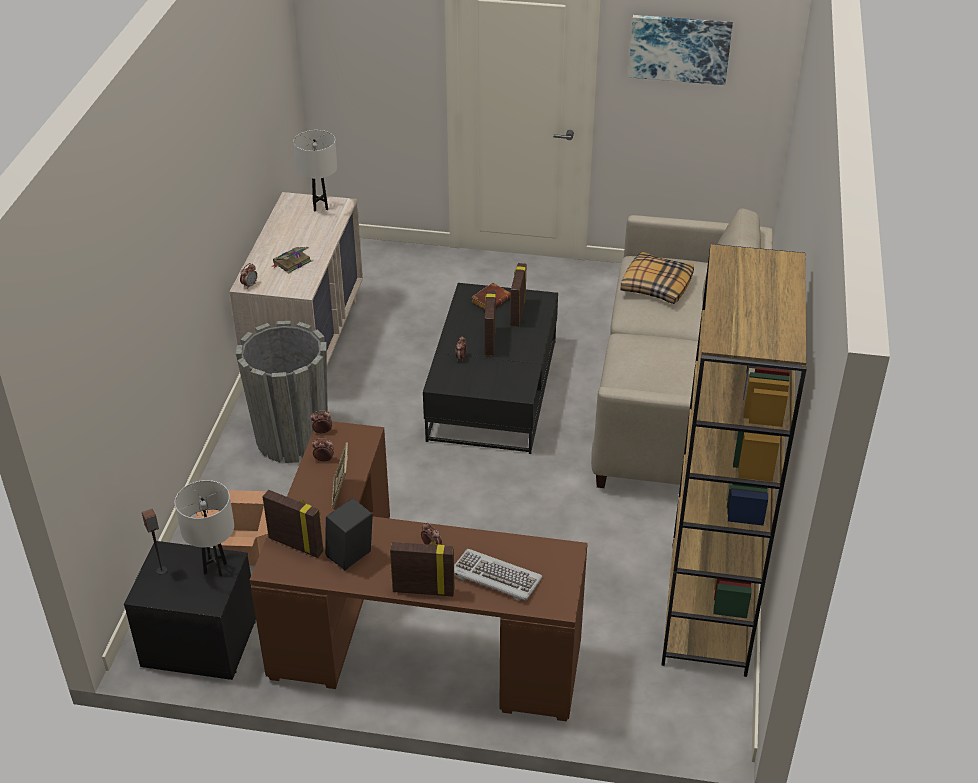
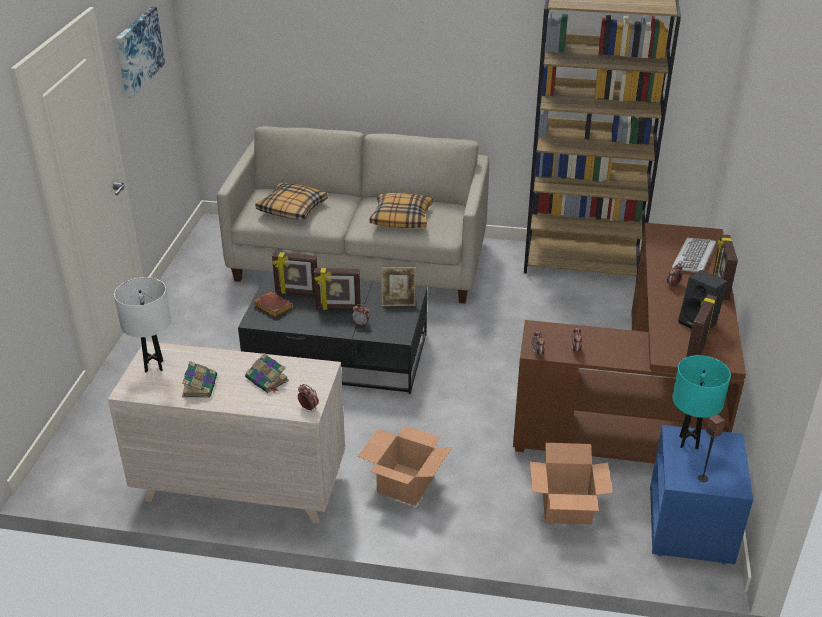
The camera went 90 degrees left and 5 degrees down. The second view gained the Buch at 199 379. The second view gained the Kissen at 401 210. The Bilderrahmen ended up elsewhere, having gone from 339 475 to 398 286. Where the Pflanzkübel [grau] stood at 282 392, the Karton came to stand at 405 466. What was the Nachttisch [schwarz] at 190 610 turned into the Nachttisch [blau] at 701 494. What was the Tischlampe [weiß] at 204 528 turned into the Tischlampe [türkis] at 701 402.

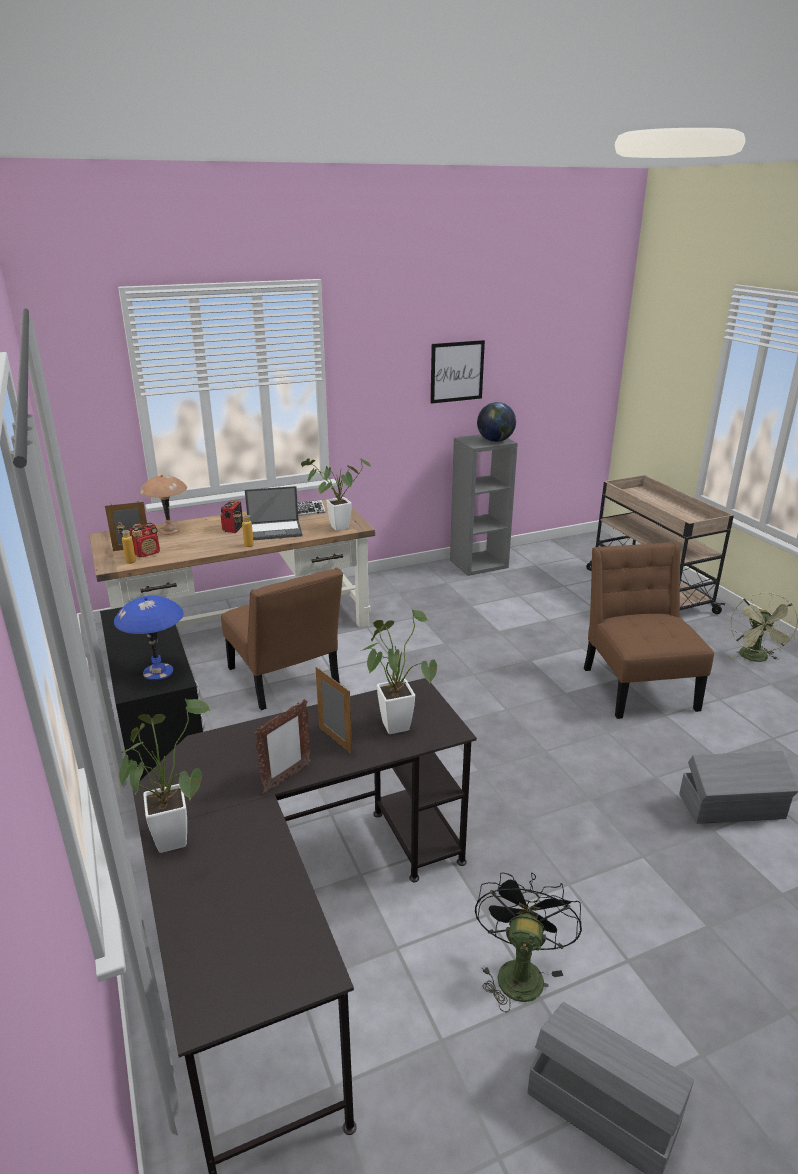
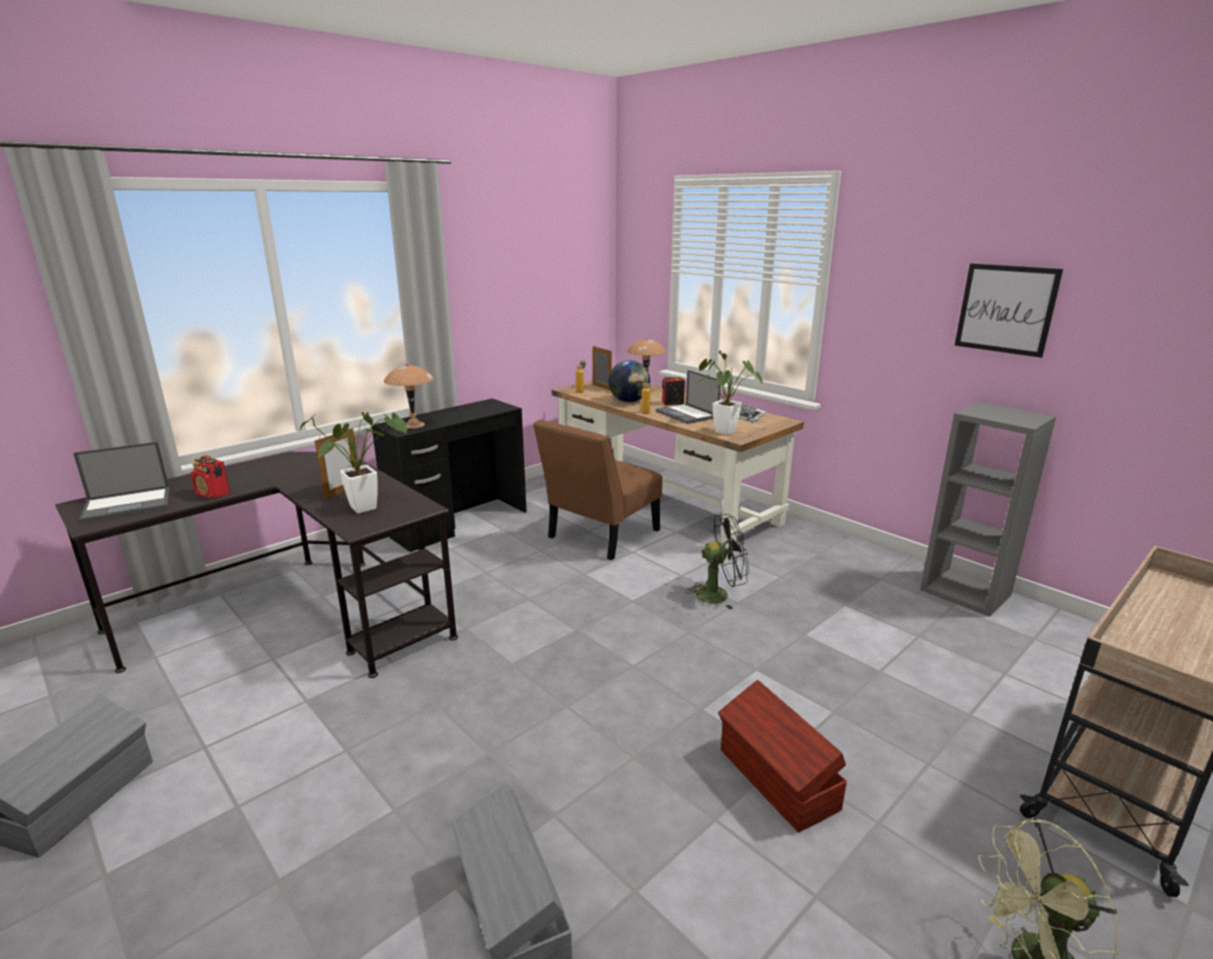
The camera went 70 degrees right and 5 degrees down. The second view lost the Topfpflanze at 165 775. The second view lost the Bilderrahmen at 282 746. The second view gained the Laptop at 121 482. The Radio ended up elsewhere, having gone from 145 540 to 210 476. The Ventilator [schwarz] ended up elsewhere, having gone from 528 942 to 717 561. The Globus ended up elsewhere, having gone from 496 422 to 629 381. Where the Stuhl [braun] stood at 649 630, the Aufbewahrungsbox [braun] came to stand at 782 756. What was the Tischlampe [blau] at 149 637 turned into the Tischlampe [braun] at 408 396.

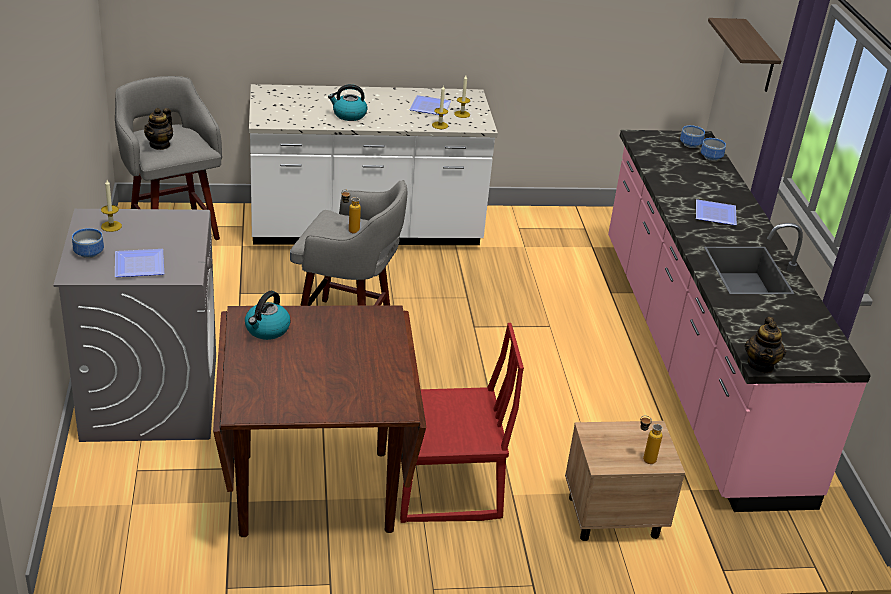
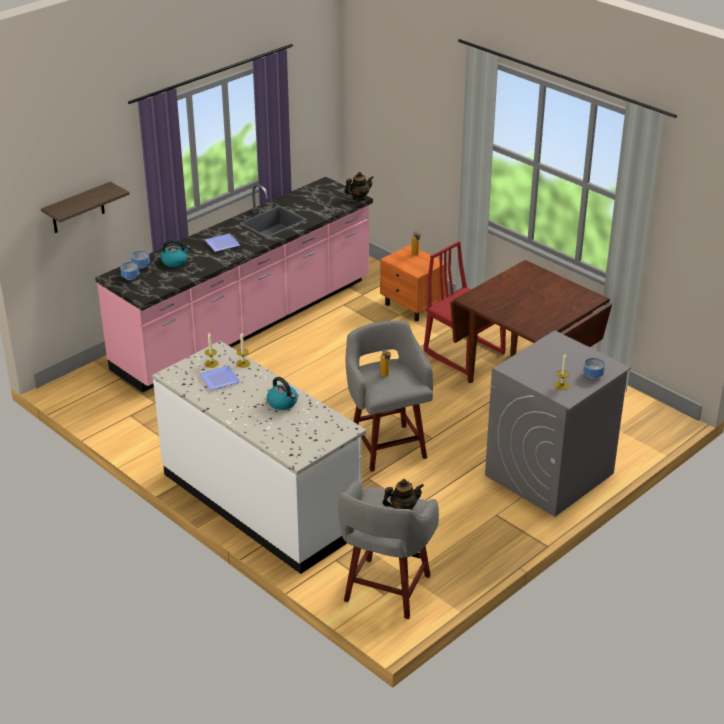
The camera went 125 degrees left and 0 degrees up. The second view lost the Teller at 139 263. The Wasserkessel ended up elsewhere, having gone from 268 315 to 176 253. What was the Nachttisch [beige] at 625 481 turned into the Nachttisch [orange] at 413 283.

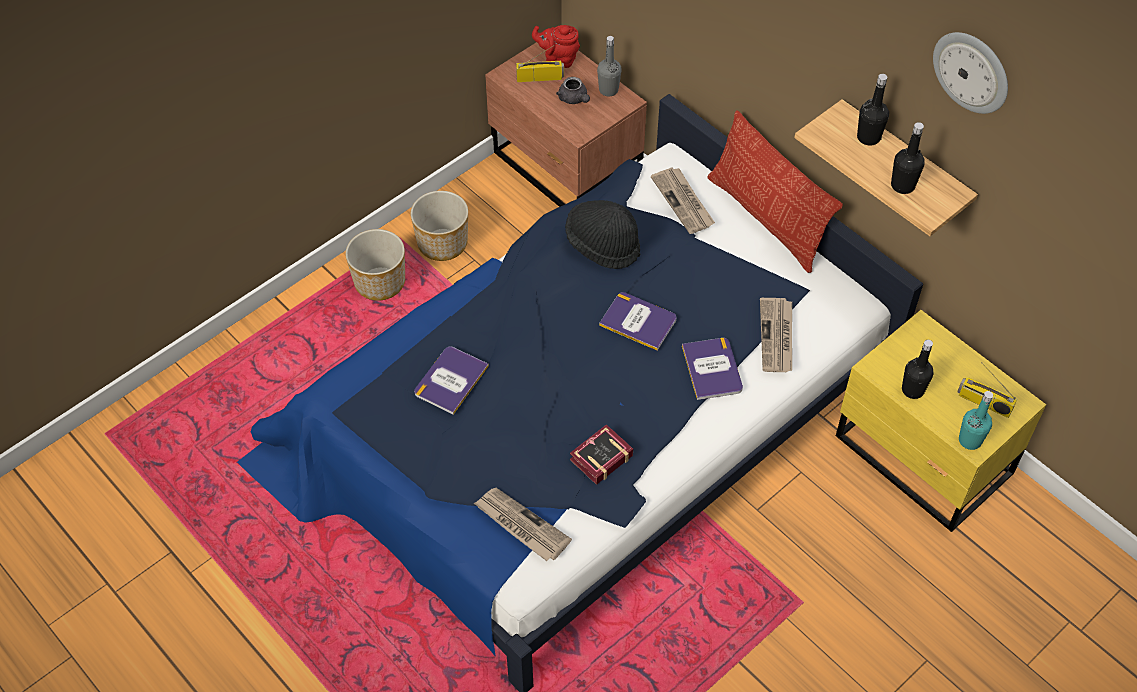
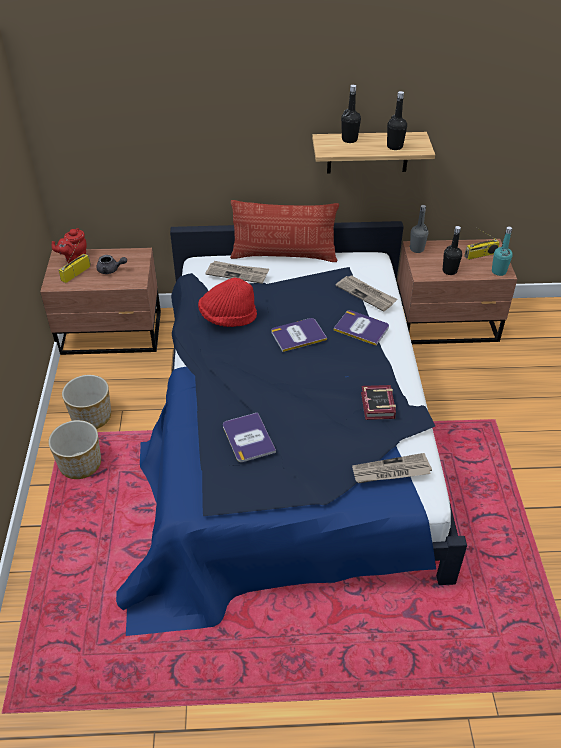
The camera went 50 degrees left and 10 degrees down. The second view lost the Wanduhr at 970 73. The Flasche [grau] ended up elsewhere, having gone from 609 66 to 419 229. What was the Hut [schwarz] at 602 234 turned into the Hut [rot] at 227 302. What was the Nachttisch [gelb] at 941 421 turned into the Nachttisch [braun] at 457 291.

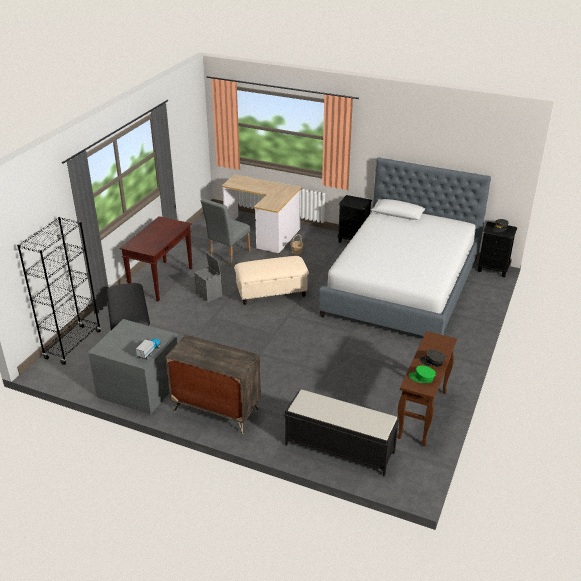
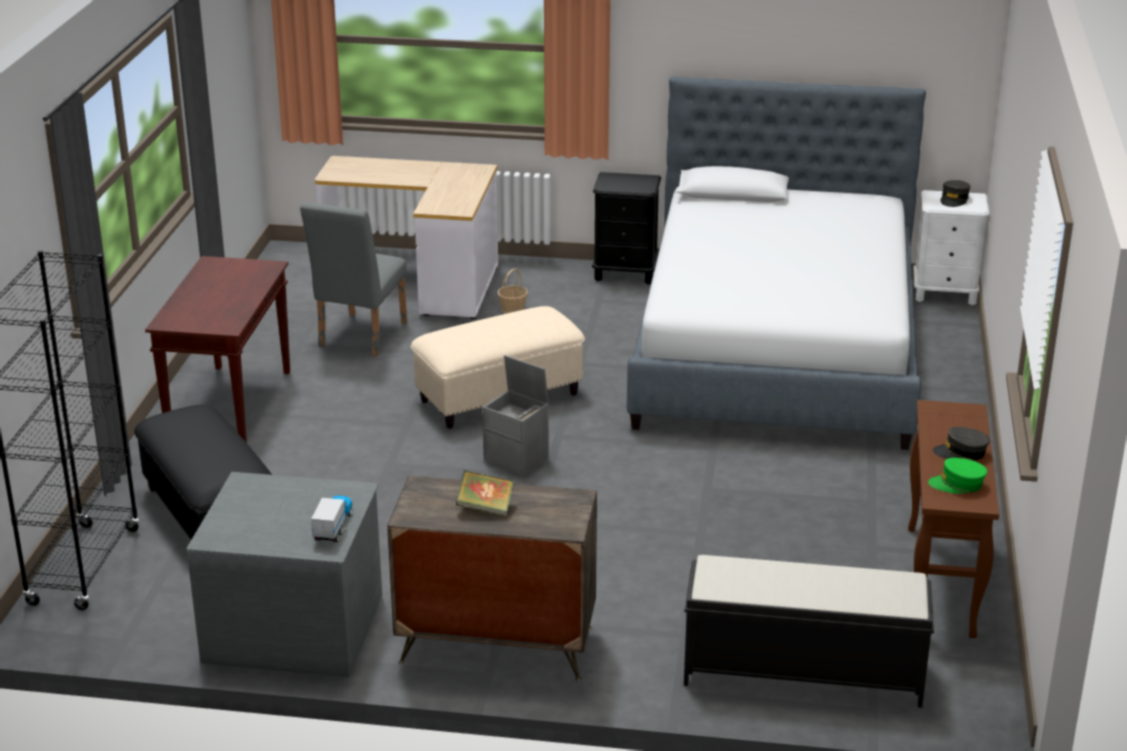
The camera went 15 degrees left and 5 degrees down. The second view gained the Buch at 485 493. The Aufbewahrungsbox [grau] ended up elsewhere, having gone from 208 278 to 515 415. What was the Nachttisch [schwarz] at 497 249 turned into the Nachttisch [weiß] at 952 247.

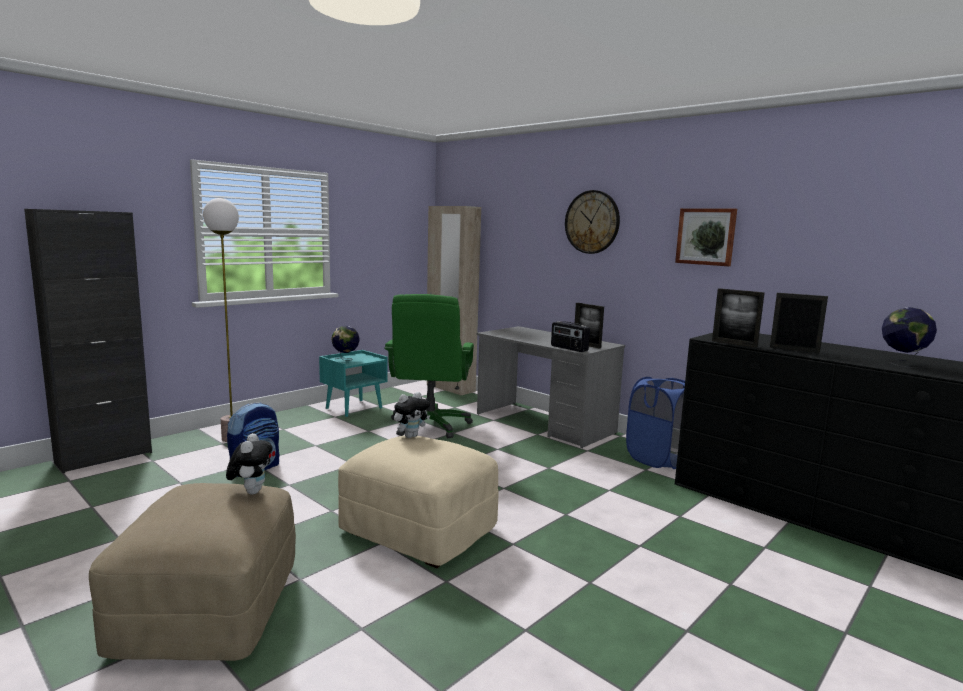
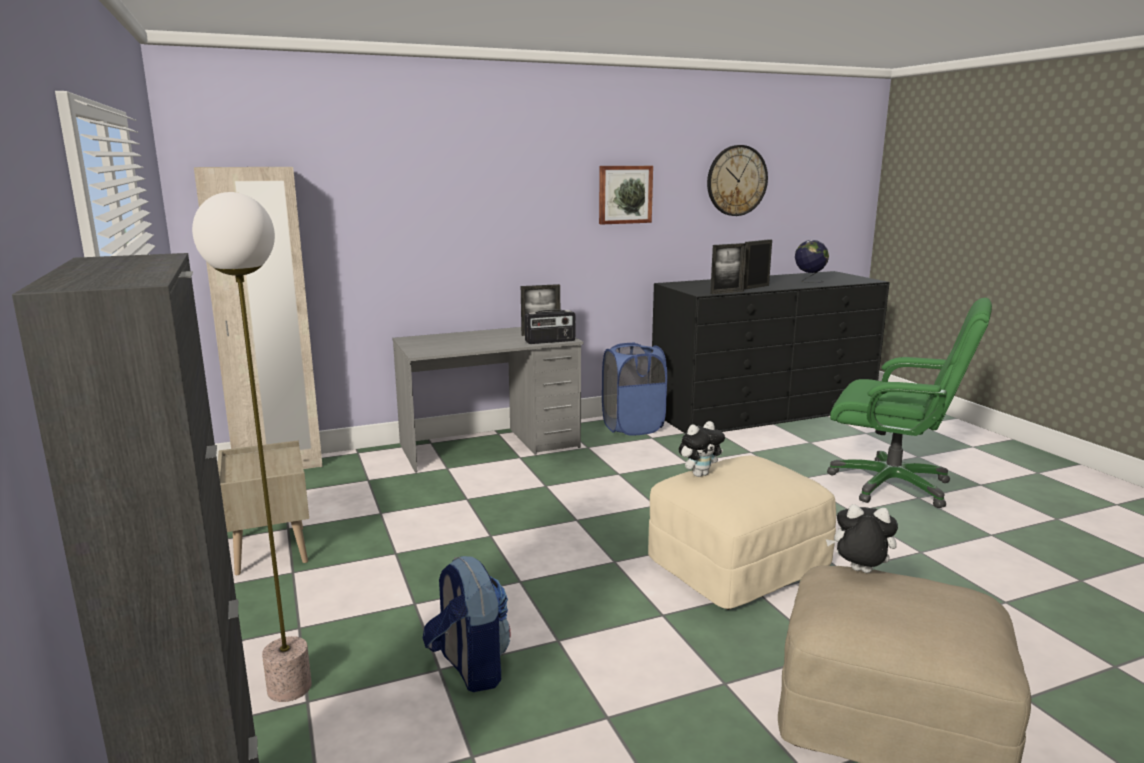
The camera went 65 degrees left and 5 degrees up. The second view lost the Globus at 345 343. The Bürostuhl [grün] ended up elsewhere, having gone from 429 366 to 909 403. The Wanduhr ended up elsewhere, having gone from 592 222 to 737 180. What was the Nachttisch [türkis] at 353 383 turned into the Nachttisch [beige] at 263 507. The Plüschtier at 411 415 ended up facing another way, 75 degrees clockwise from before.

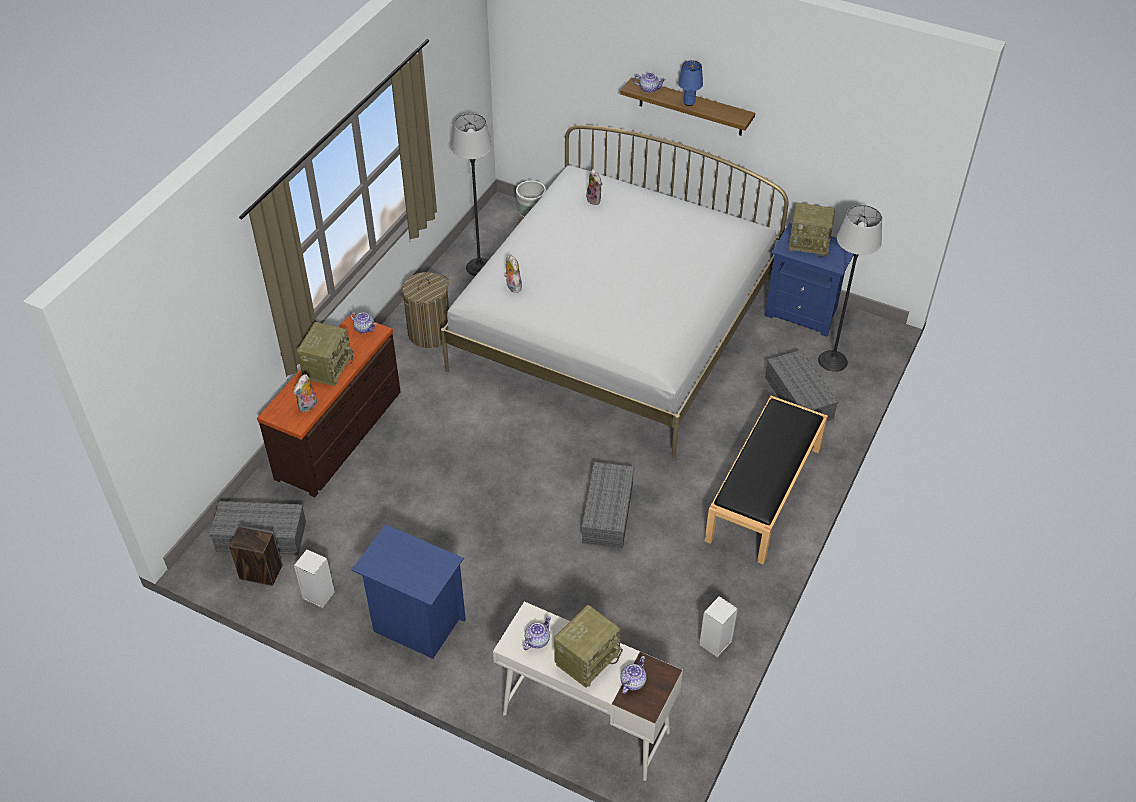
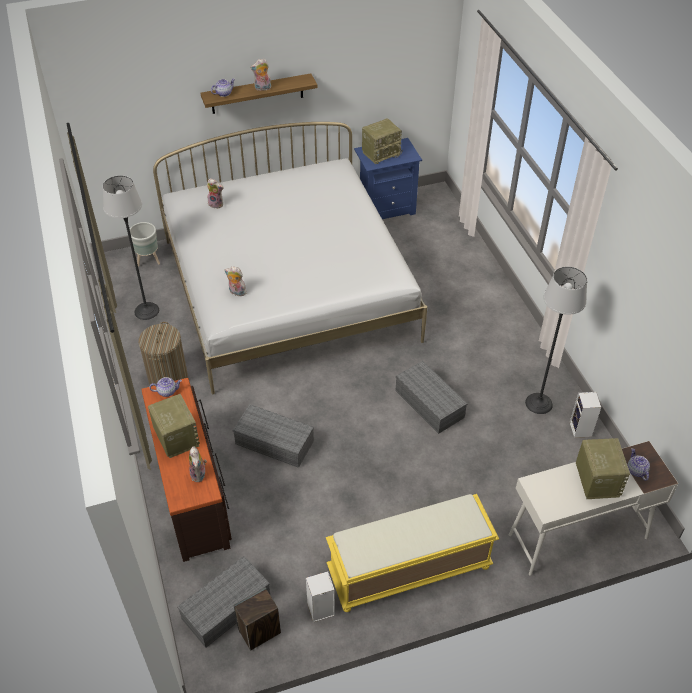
The camera went 45 degrees left and 0 degrees up. The second view lost the Teekanne at 537 633. The second view lost the Bank [schwarz] at 766 480. The Aufbewahrungsbox [grau] ended up elsewhere, having gone from 801 385 to 273 436. The Stehlampe ended up elsewhere, having gone from 850 288 to 556 340. Where the Nachttisch [blau] stood at 408 591, the Bank [gelb] came to stand at 412 553. Where the Tischlampe [blau] stood at 690 83, the Plüschtier came to stand at 260 74.

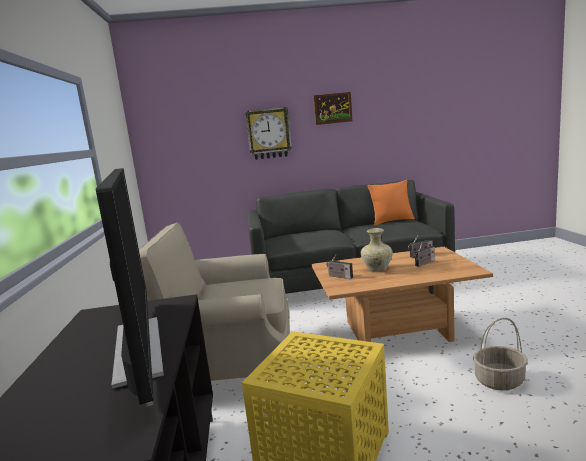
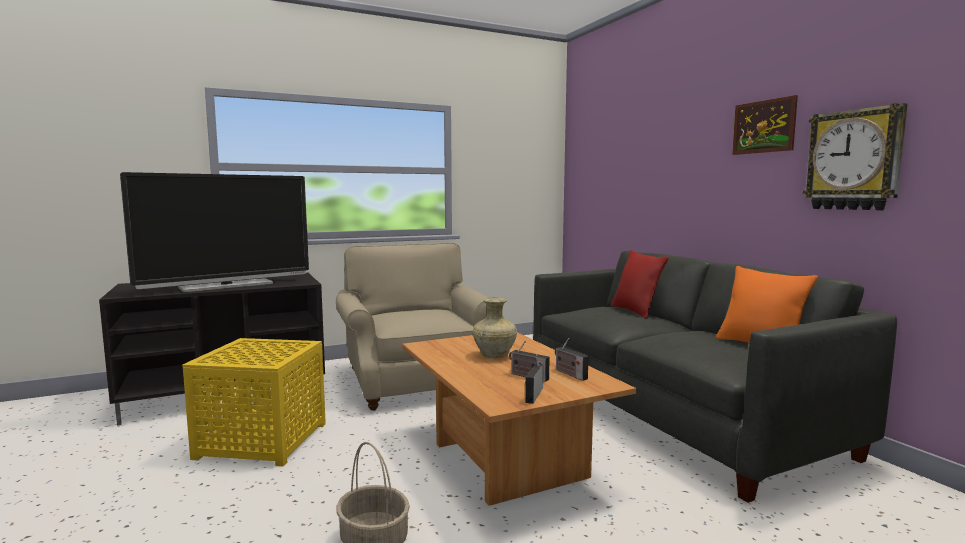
The camera went 70 degrees right and 5 degrees down. The second view gained the Kissen [rot] at 640 284. The Wanduhr ended up elsewhere, having gone from 268 133 to 855 156. The Radio ended up elsewhere, having gone from 339 266 to 534 379.

